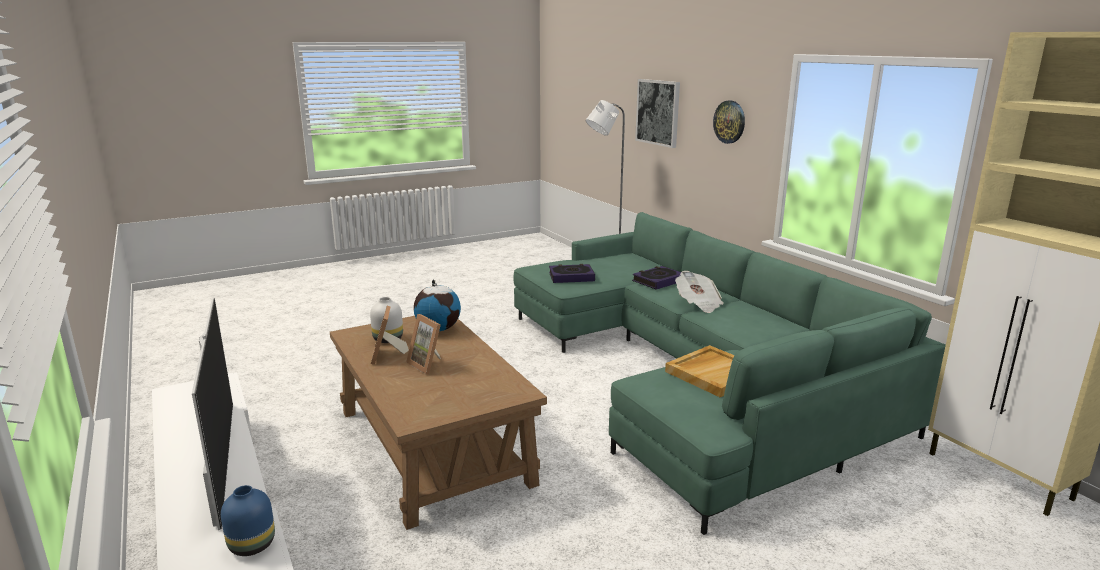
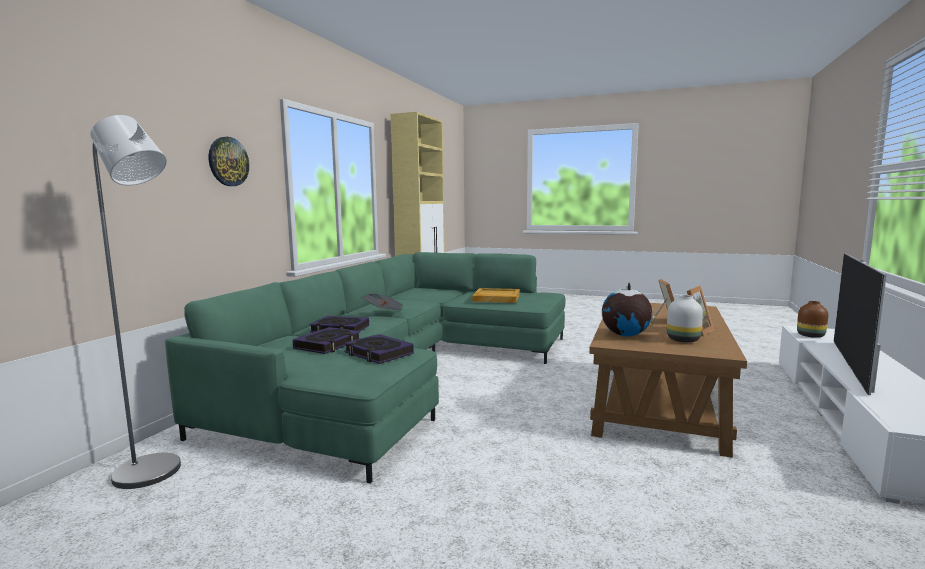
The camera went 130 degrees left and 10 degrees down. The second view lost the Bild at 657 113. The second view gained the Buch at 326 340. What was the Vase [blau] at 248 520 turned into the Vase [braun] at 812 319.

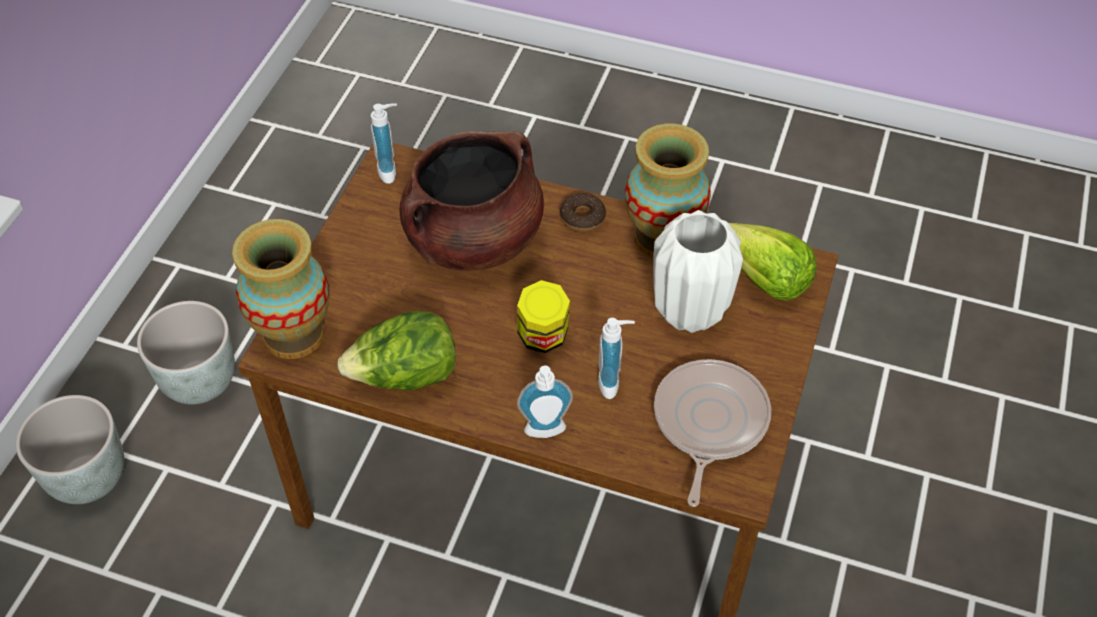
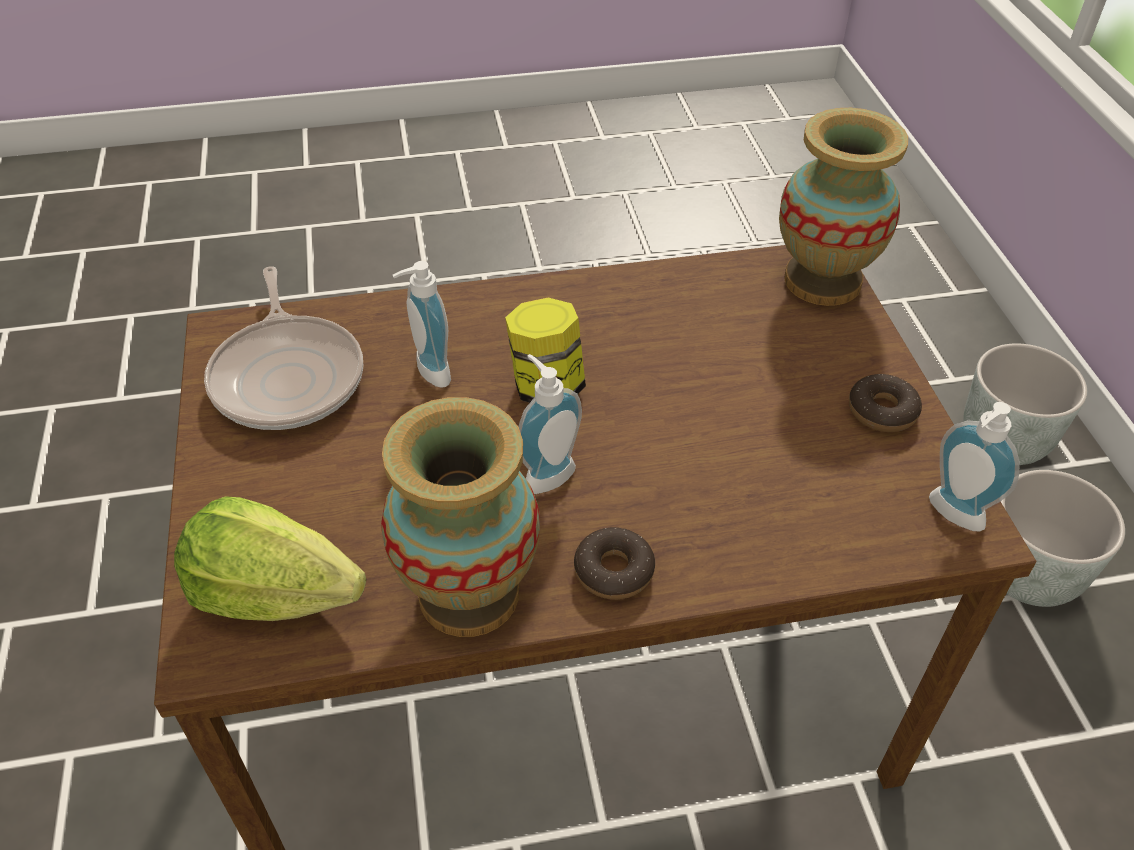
The camera went 150 degrees right and 5 degrees down. The second view lost the Salatkopf at 396 351. The second view lost the Kochtopf [braun] at 472 201. The second view lost the Vase [weiß] at 698 271. The second view gained the Donut at 885 403. The Seifenspender ended up elsewhere, having gone from 545 401 to 550 424.

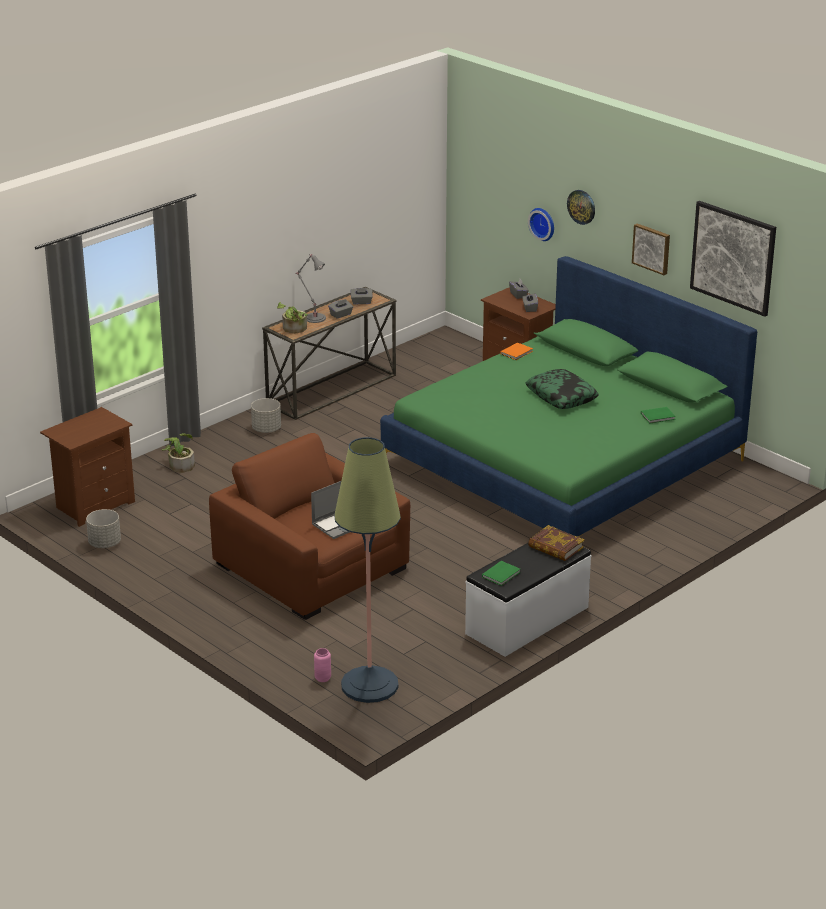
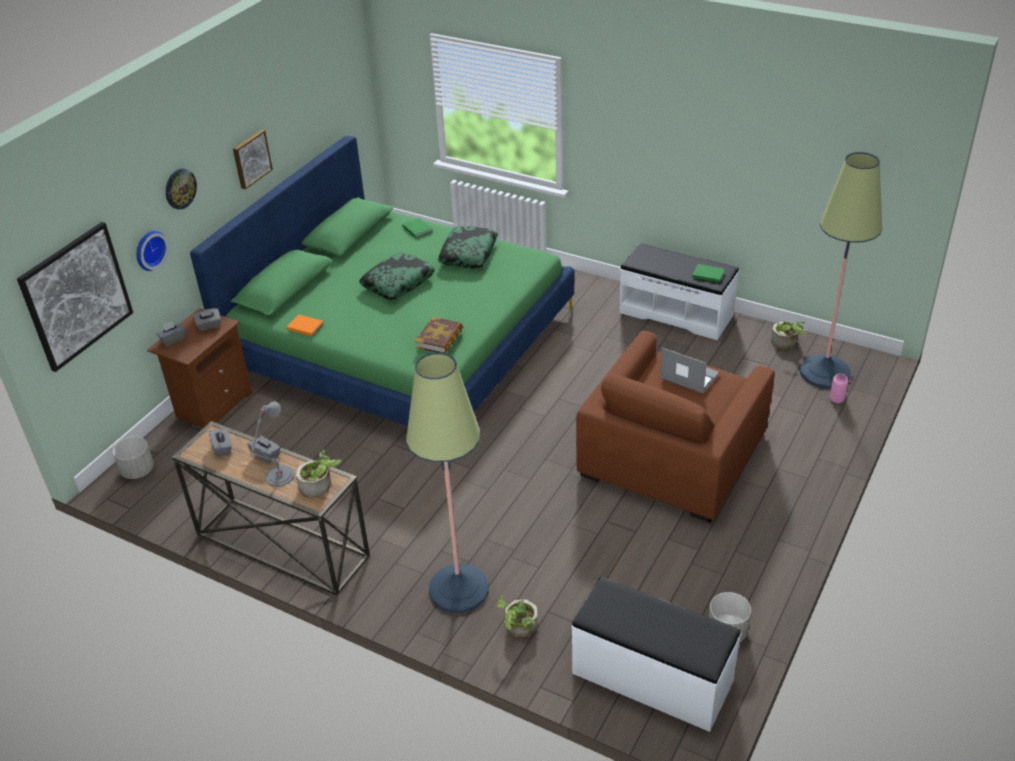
The camera went 105 degrees left and 10 degrees up. The second view gained the Stehlampe at 447 483. The second view gained the Kissen at 468 247. The second view gained the Topfpflanze at 788 335. The Pflanzkübel [grau] ended up elsewhere, having gone from 266 415 to 133 457. The Buch ended up elsewhere, having gone from 556 543 to 439 335. The Bild ended up elsewhere, having gone from 733 259 to 75 297. Where the Nachttisch [braun] stood at 87 467, the Bank [weiß] came to stand at 656 654.

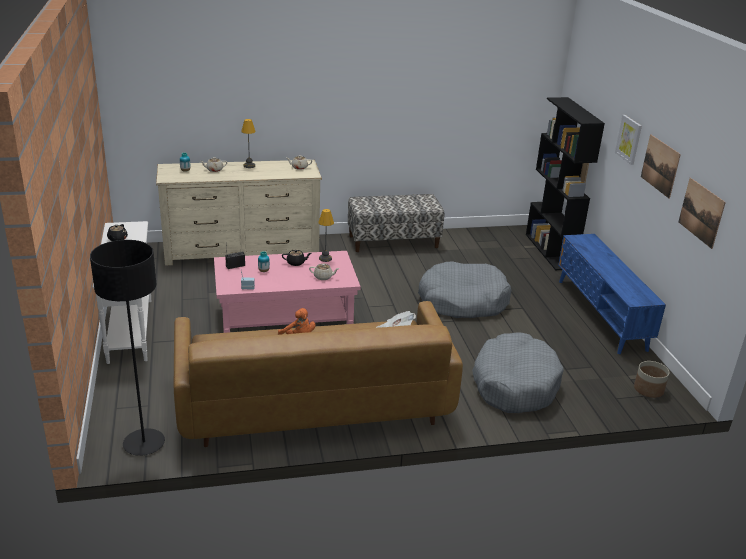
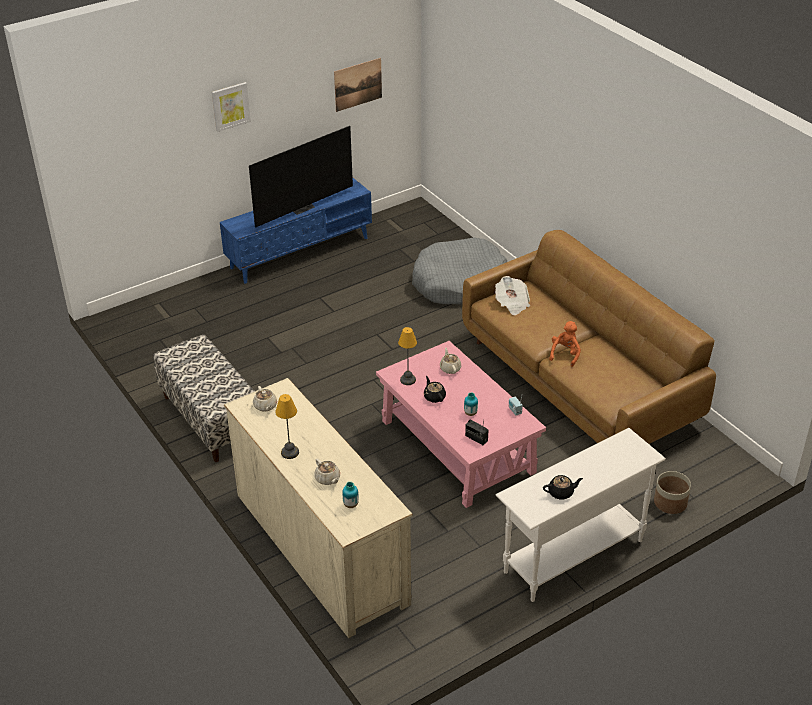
The camera went 110 degrees left and 10 degrees up. The second view lost the Stehlampe [schwarz] at 127 348. The second view lost the Hundebett [grau] at 465 290. The second view lost the Bücherregal [schwarz] at 565 183. The second view lost the Bild at 661 166. The second view gained the Fernseher at 301 177. The Pflanzkübel ended up elsewhere, having gone from 652 379 to 672 492.

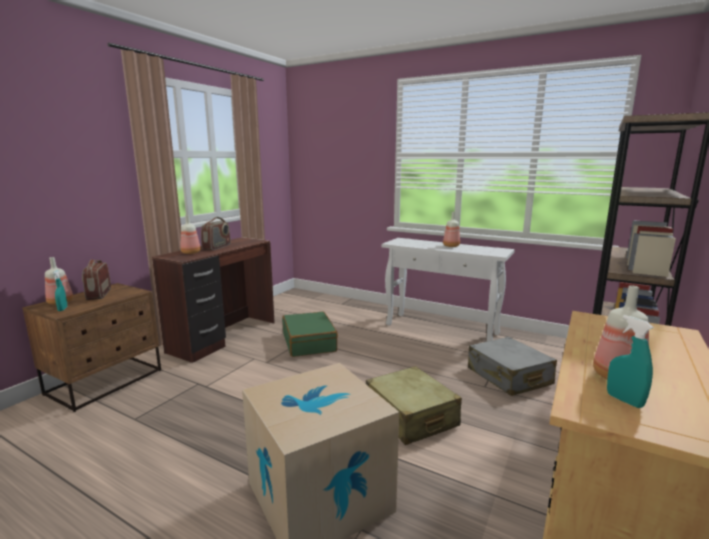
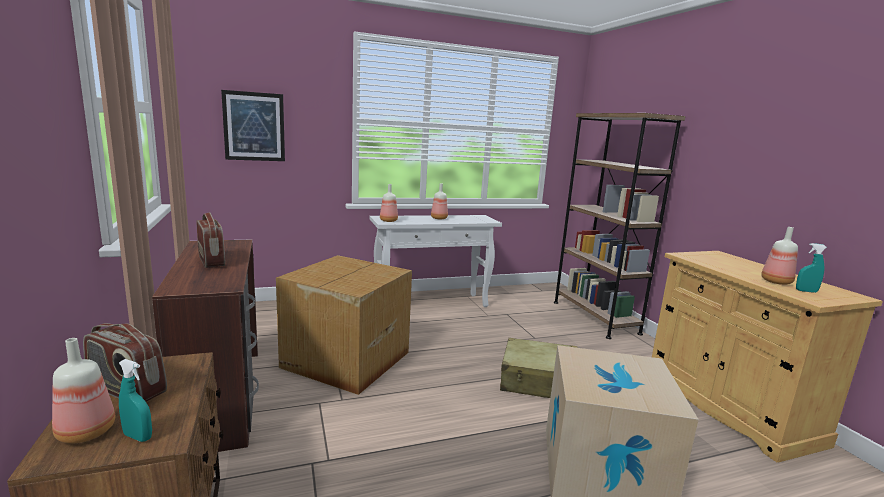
The camera went 50 degrees left and 0 degrees up. The second view lost the Koffer [grau] at 512 366. The second view gained the Bild at 253 125. The Flasche ended up elsewhere, having gone from 190 234 to 389 203. Where the Koffer [grün] stood at 310 334, the Karton came to stand at 344 325.

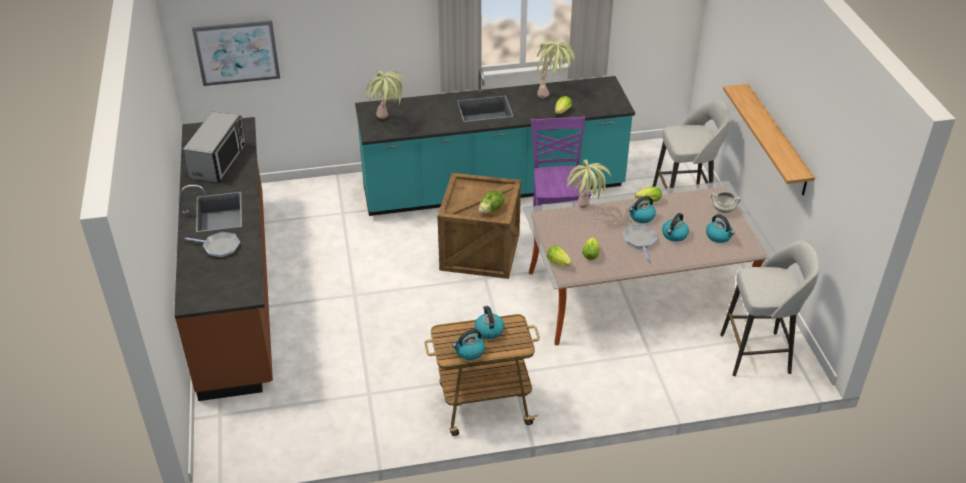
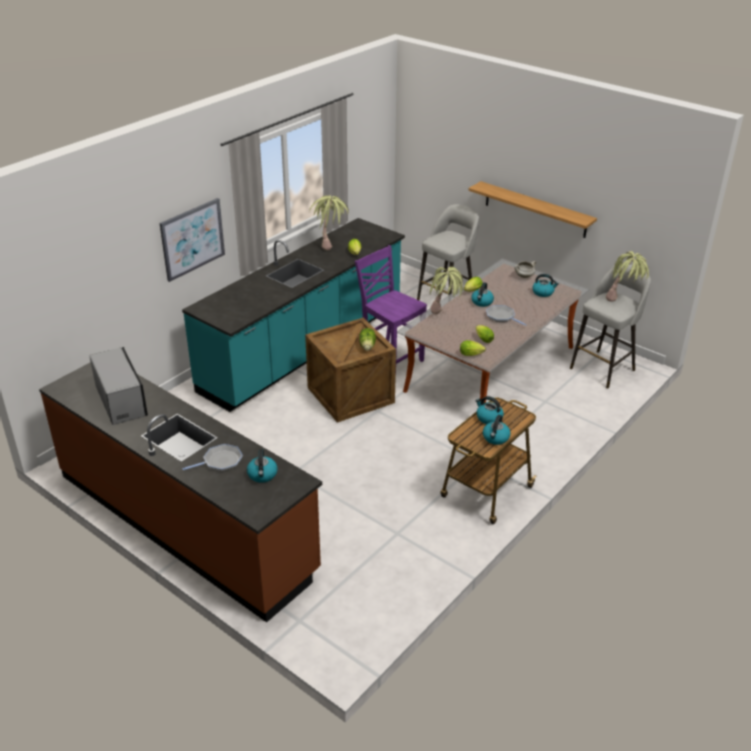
The camera went 40 degrees left and 5 degrees down. The Bild ended up elsewhere, having gone from 236 53 to 192 240. The Topfpflanze ended up elsewhere, having gone from 385 95 to 627 276. The Wasserkessel ended up elsewhere, having gone from 675 227 to 262 466.

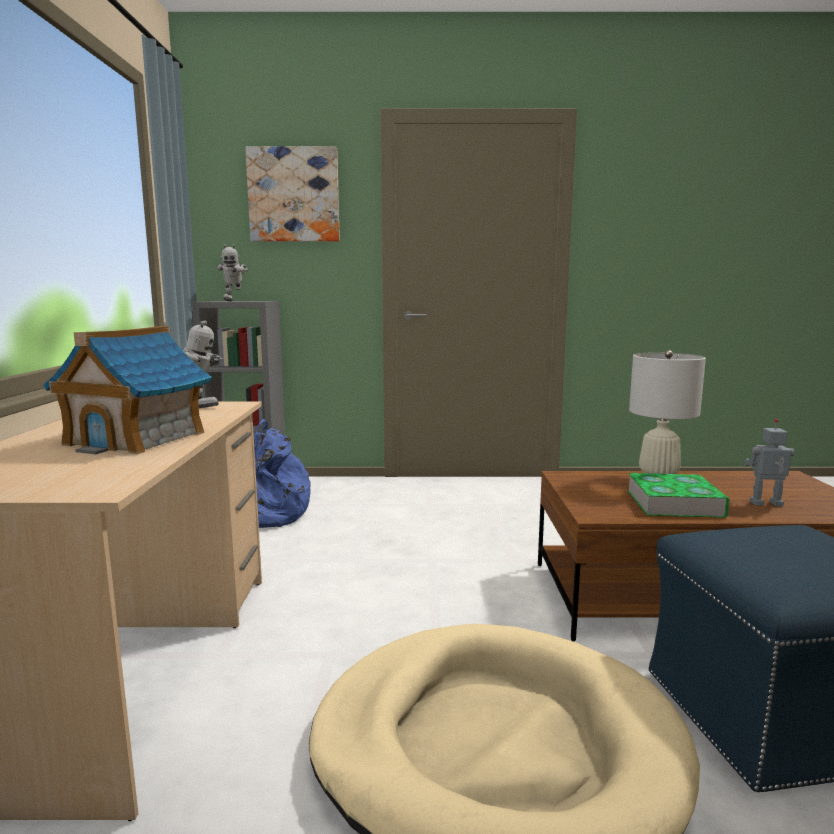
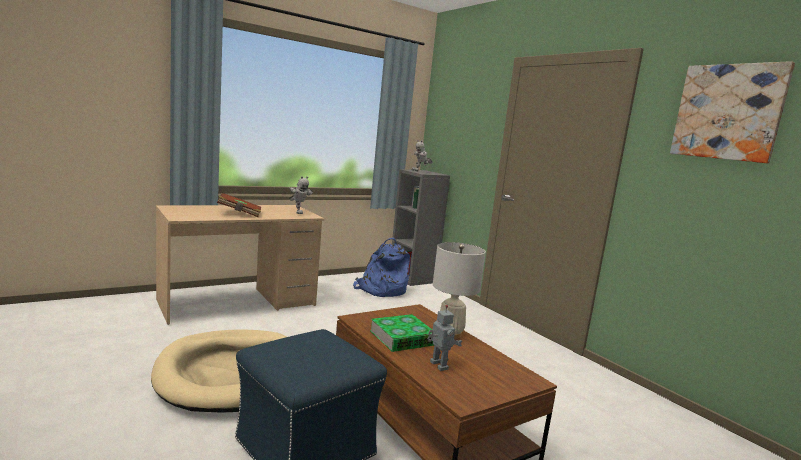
The camera went 55 degrees right and 0 degrees up. The Bild ended up elsewhere, having gone from 292 194 to 732 112. Where the Spielzeughaus stood at 127 390, the Buch [braun] came to stand at 239 205.

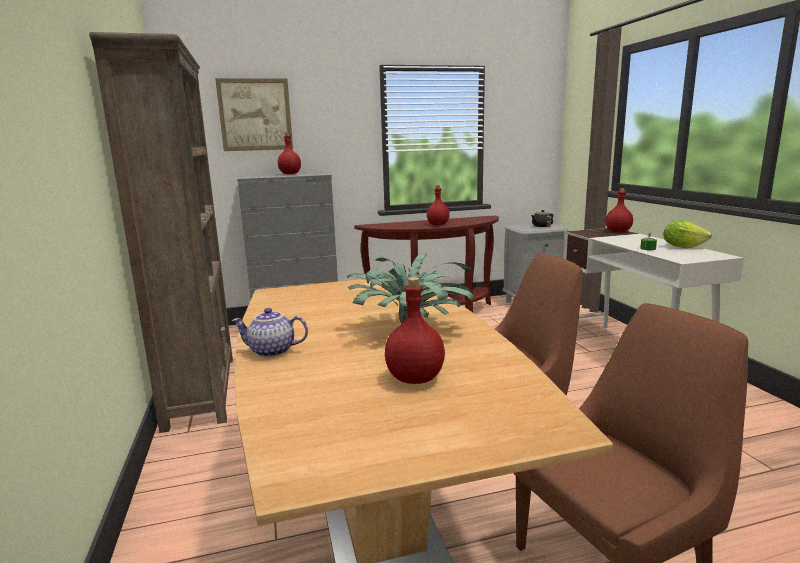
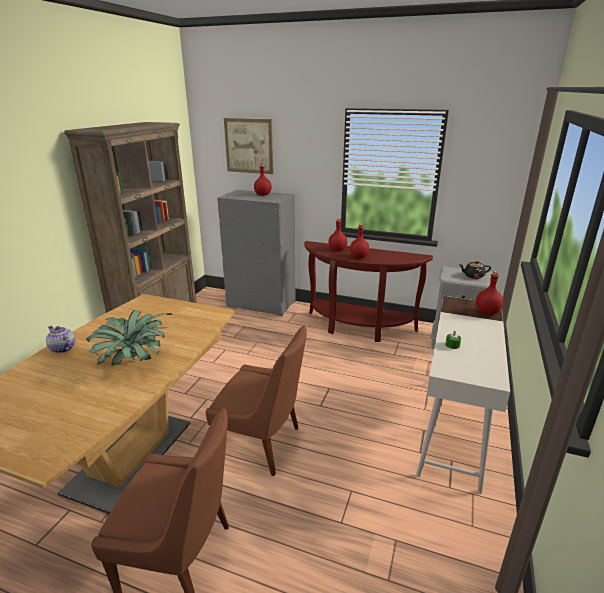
The camera went 35 degrees right and 10 degrees up. The second view lost the Salatkopf at 687 234. The Flasche [rot] ended up elsewhere, having gone from 415 330 to 337 234.

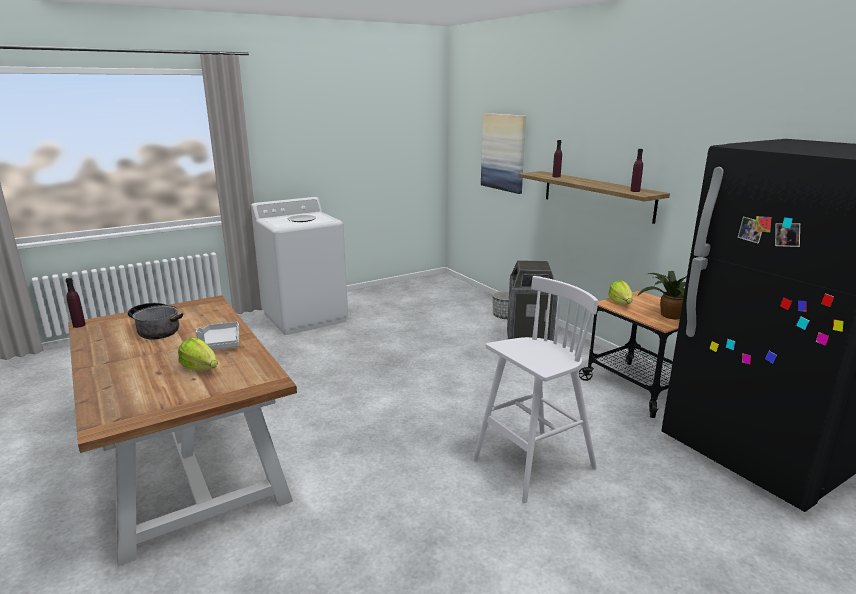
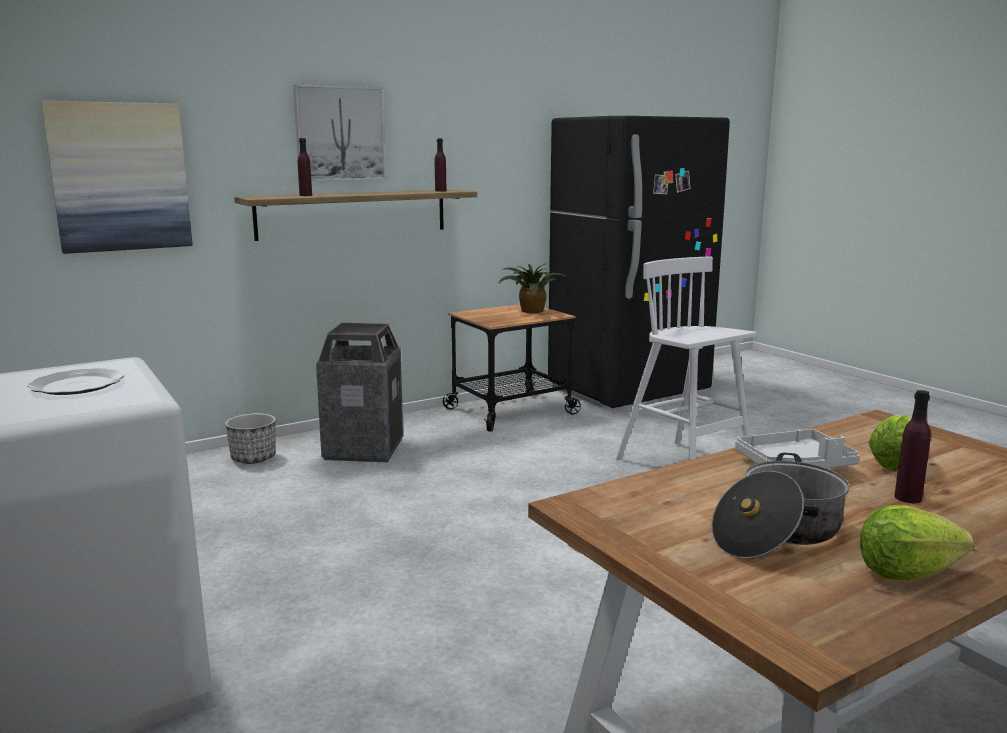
The camera went 90 degrees left and 5 degrees down. The second view gained the Bild at 339 132. The Flasche [lila] ended up elsewhere, having gone from 75 303 to 912 446. The Salatkopf ended up elsewhere, having gone from 620 292 to 917 542.

